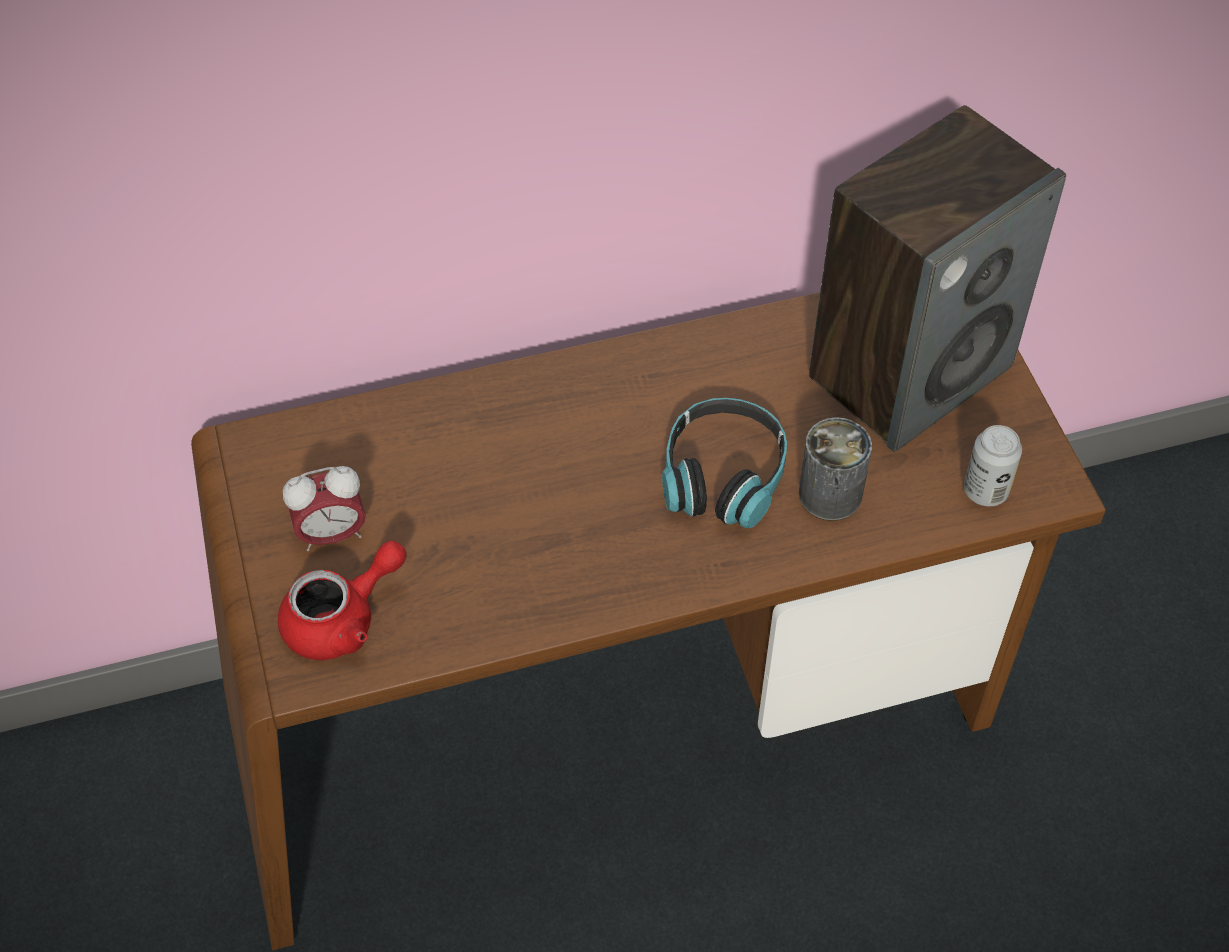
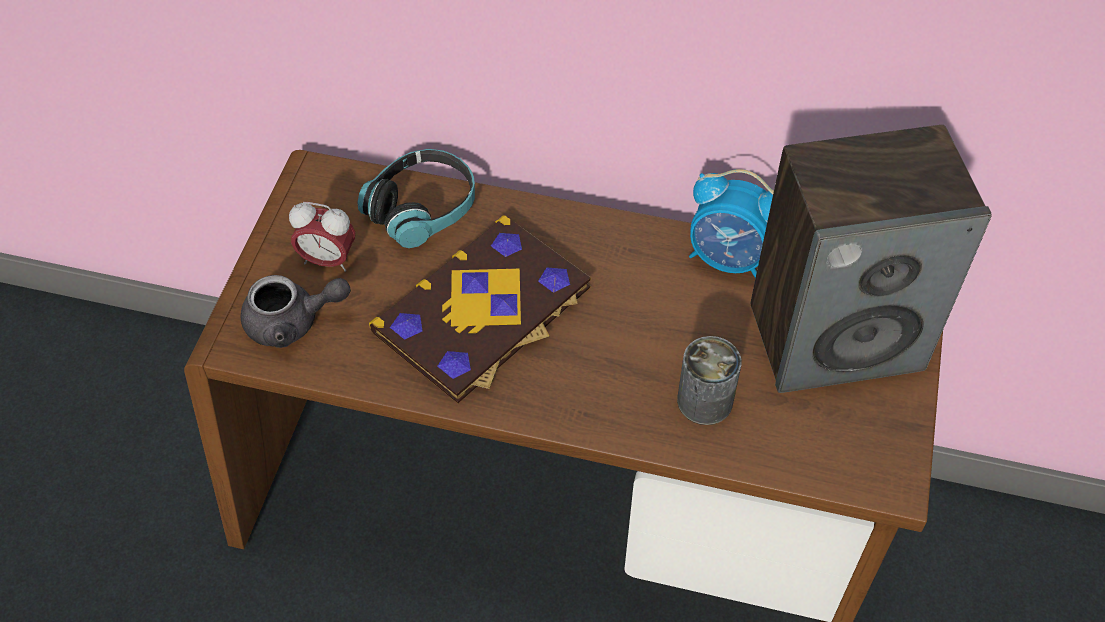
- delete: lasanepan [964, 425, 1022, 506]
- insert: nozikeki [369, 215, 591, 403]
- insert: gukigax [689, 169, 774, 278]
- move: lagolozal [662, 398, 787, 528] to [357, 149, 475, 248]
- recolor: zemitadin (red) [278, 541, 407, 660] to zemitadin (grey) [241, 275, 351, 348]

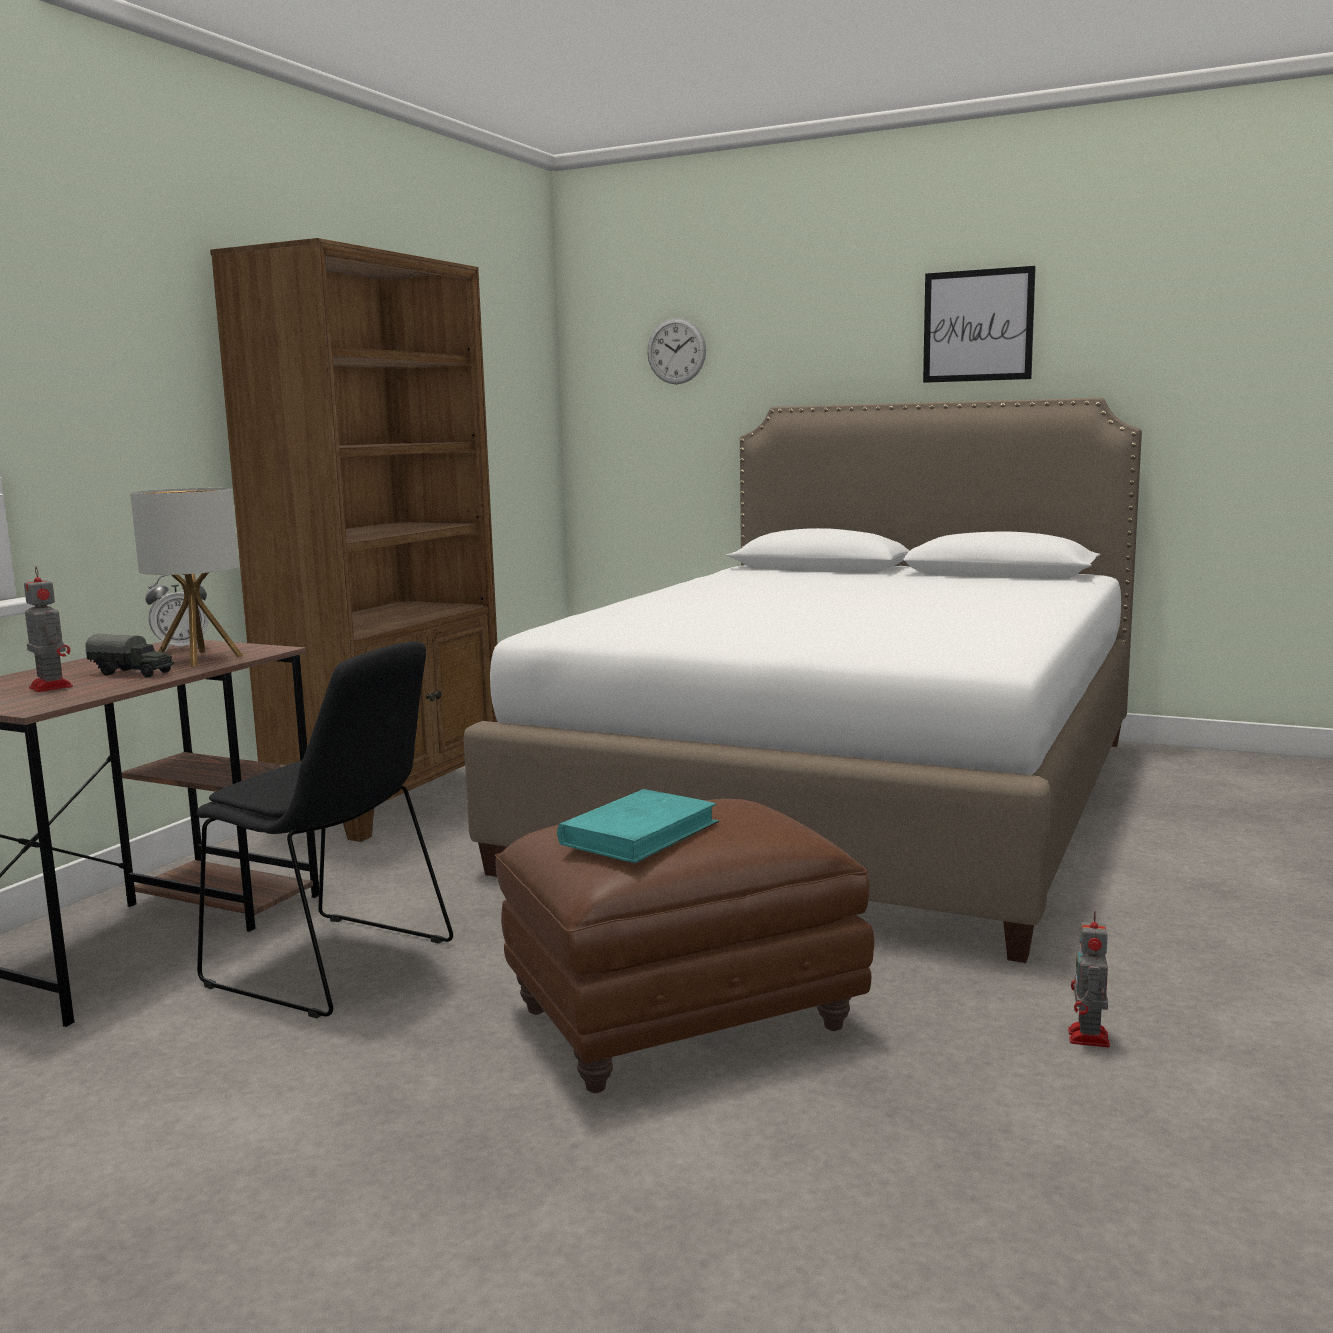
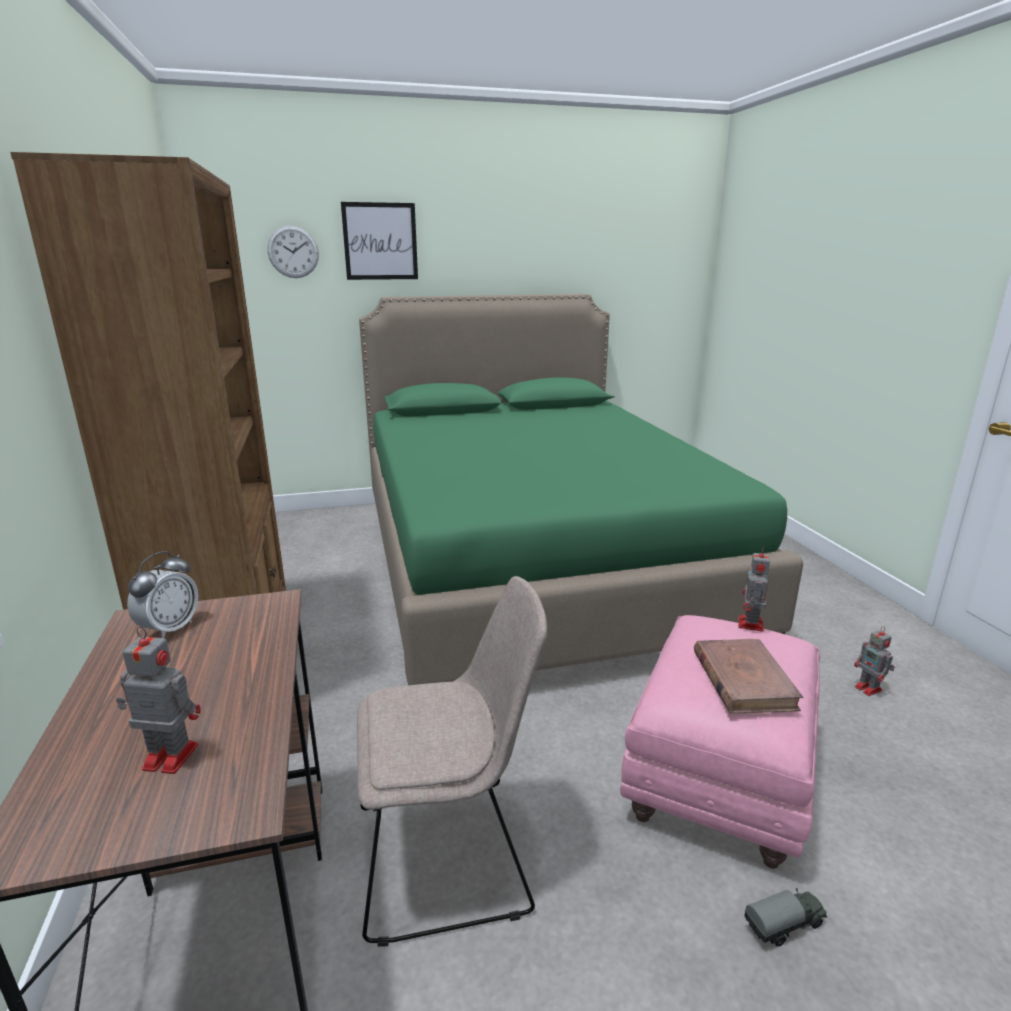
- delete: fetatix [130, 488, 243, 667]
- insert: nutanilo [738, 547, 770, 632]
- move: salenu [85, 634, 174, 678] to [744, 888, 827, 947]
- move: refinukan [923, 266, 1036, 383] to [341, 202, 418, 280]
- recolor: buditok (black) [197, 641, 453, 1018] to buditok (beige) [357, 576, 547, 947]
- recolor: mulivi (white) [464, 398, 1142, 963] to mulivi (green) [359, 294, 803, 685]
- recolor: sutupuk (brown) [495, 799, 874, 1093] to sutupuk (pink) [620, 615, 820, 869]
- recolor: nozikeki (turquoise) [557, 789, 719, 863] to nozikeki (brown) [694, 639, 803, 714]

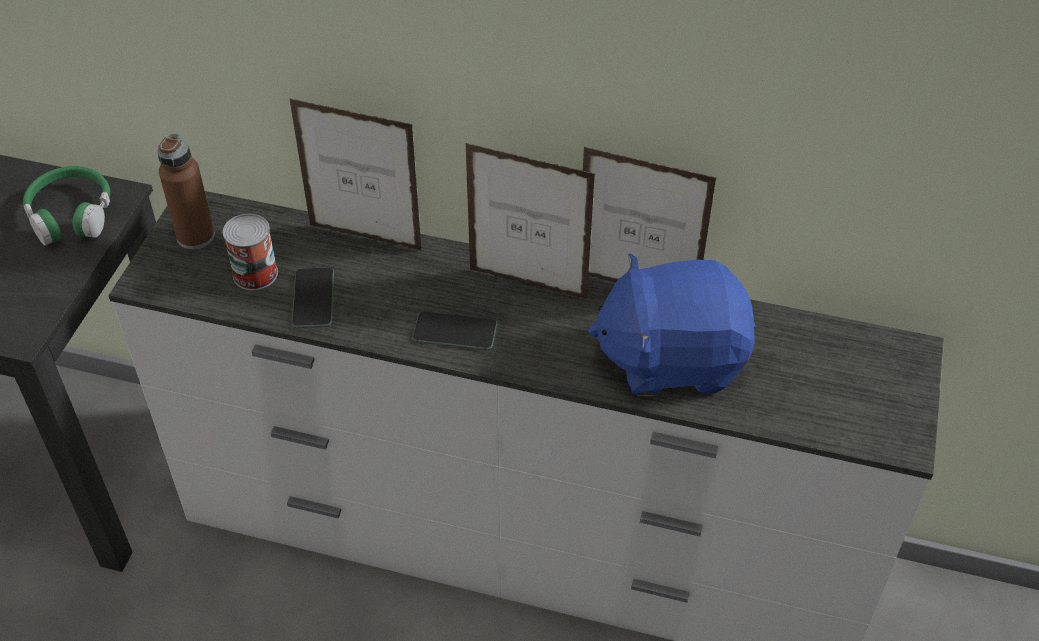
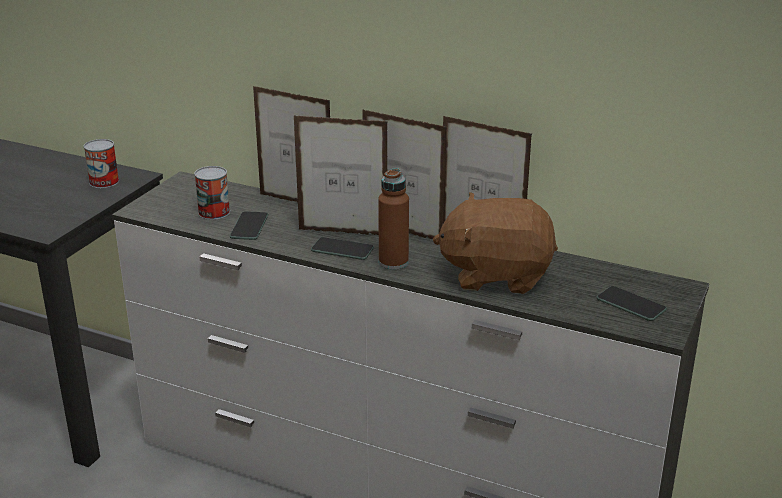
- insert: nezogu [294, 116, 388, 235]
- insert: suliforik [597, 286, 667, 321]
- move: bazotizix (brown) [157, 133, 215, 249] to [378, 168, 409, 270]
- replace: lagolozal (green) [23, 166, 111, 246] to lasanepan [84, 139, 119, 188]
- recolor: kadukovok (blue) [588, 253, 755, 396] to kadukovok (brown) [433, 192, 558, 294]

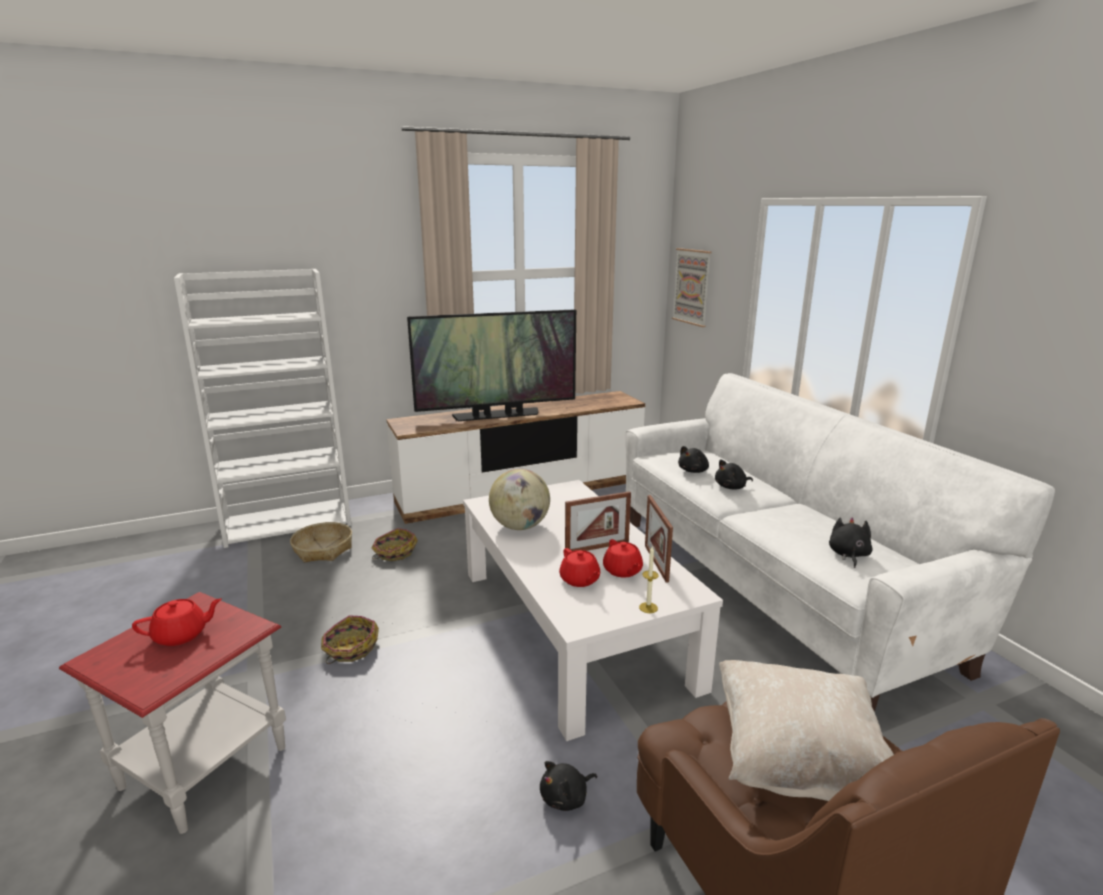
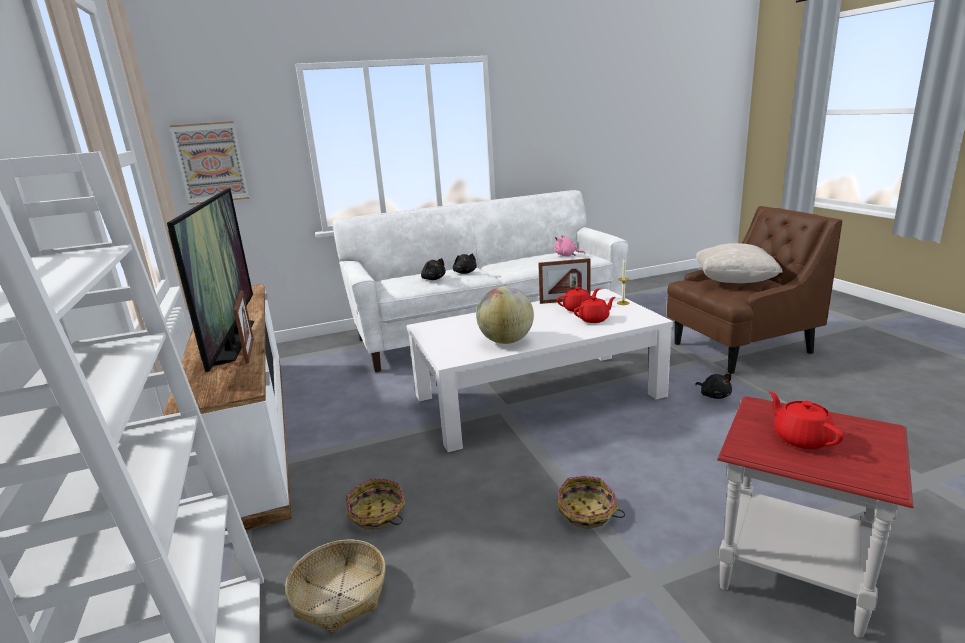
- move: nezogu [565, 491, 631, 551] to [233, 290, 254, 364]
- recolor: kadukovok (black) [829, 517, 873, 568] to kadukovok (pink) [554, 235, 585, 256]

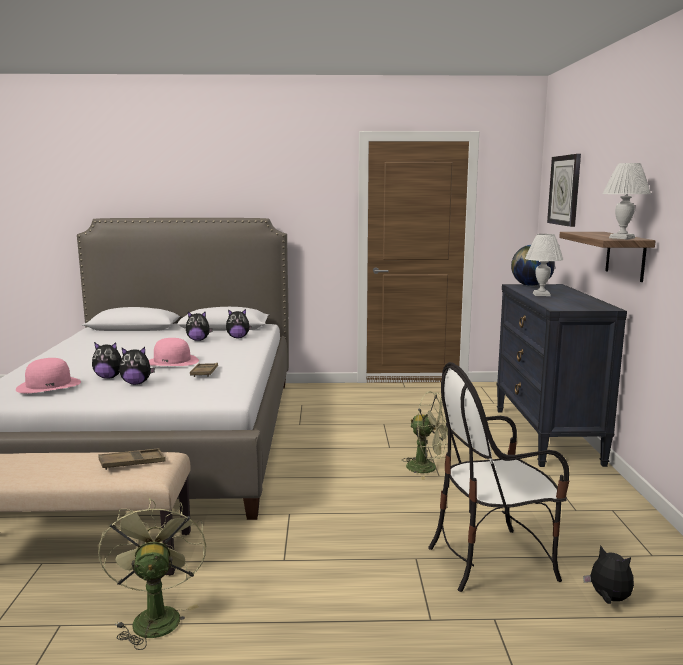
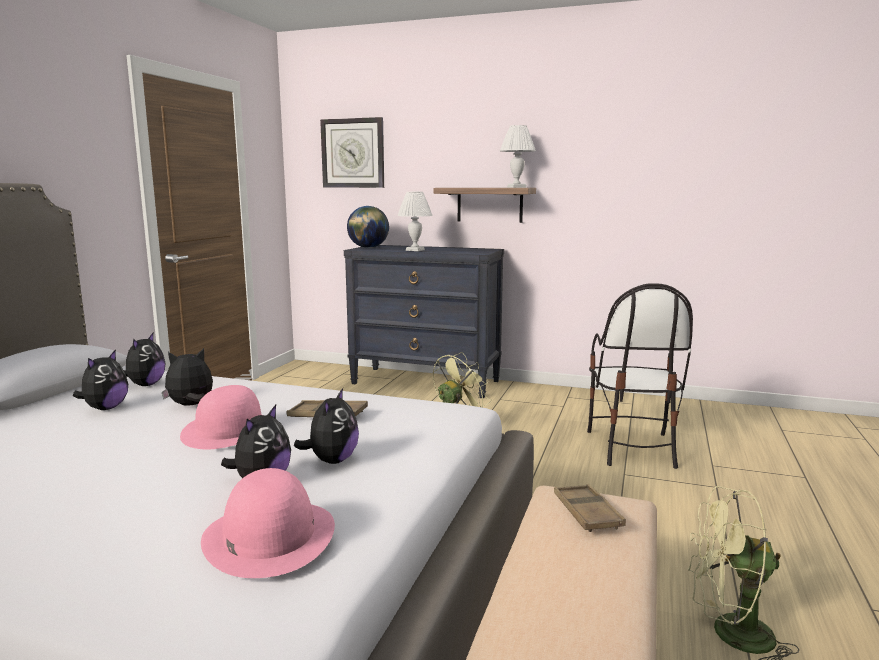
- move: kadukovok [583, 545, 634, 604] to [162, 348, 213, 406]

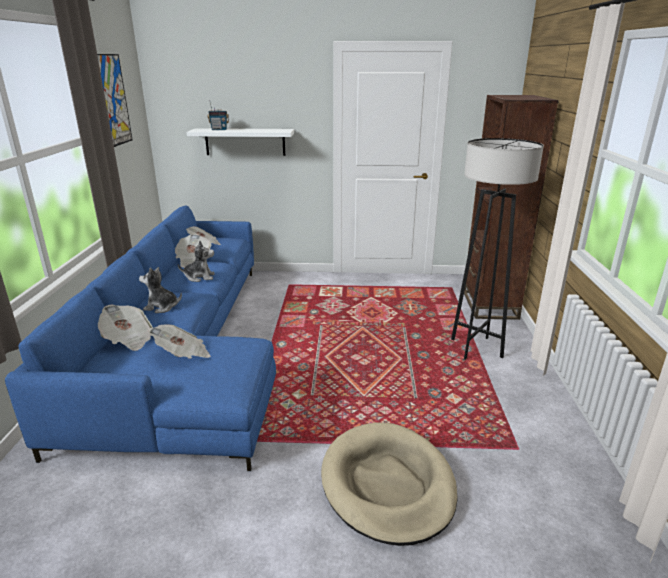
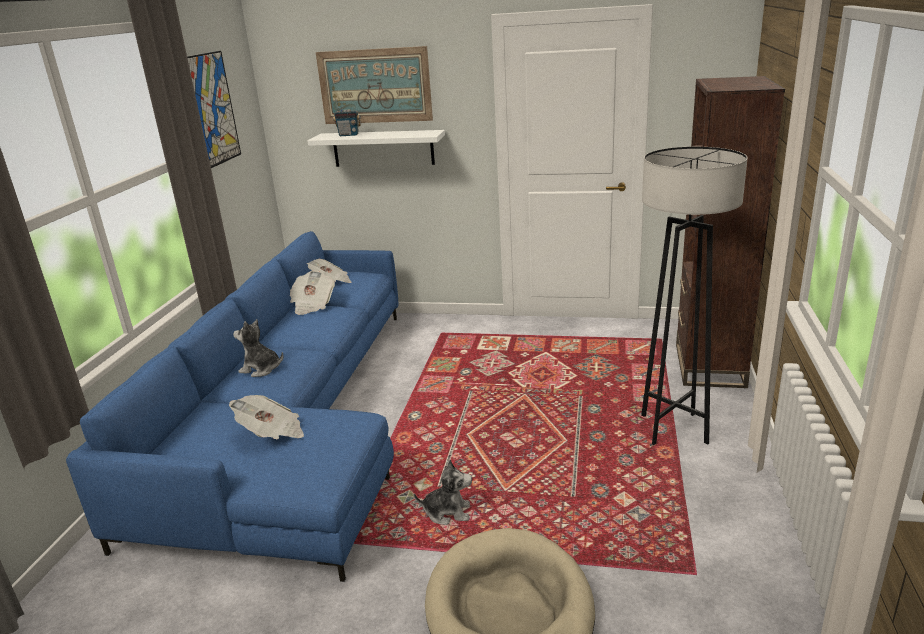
- delete: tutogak [98, 304, 153, 351]
- insert: refinukan [316, 46, 433, 124]
- move: kadukovok [178, 240, 215, 282] to [414, 460, 472, 525]

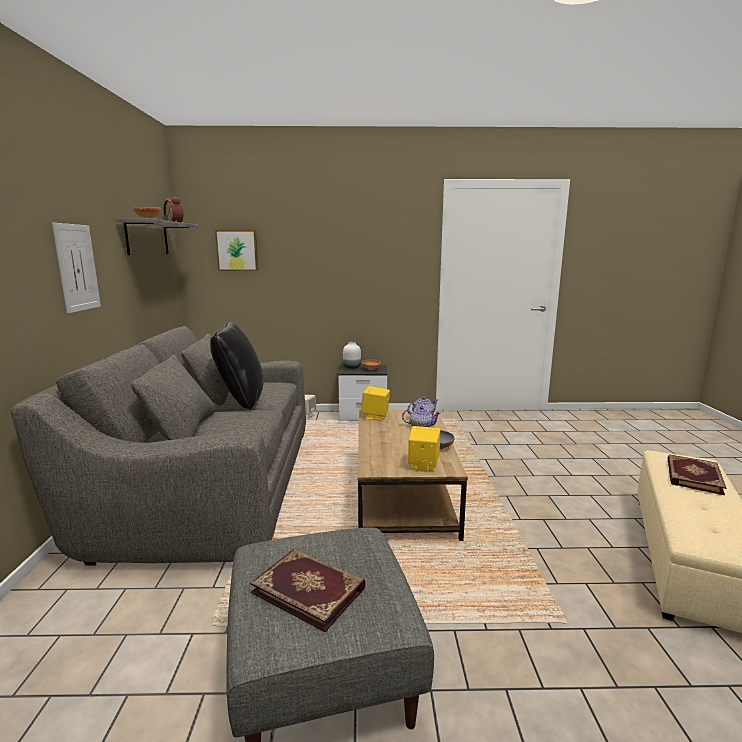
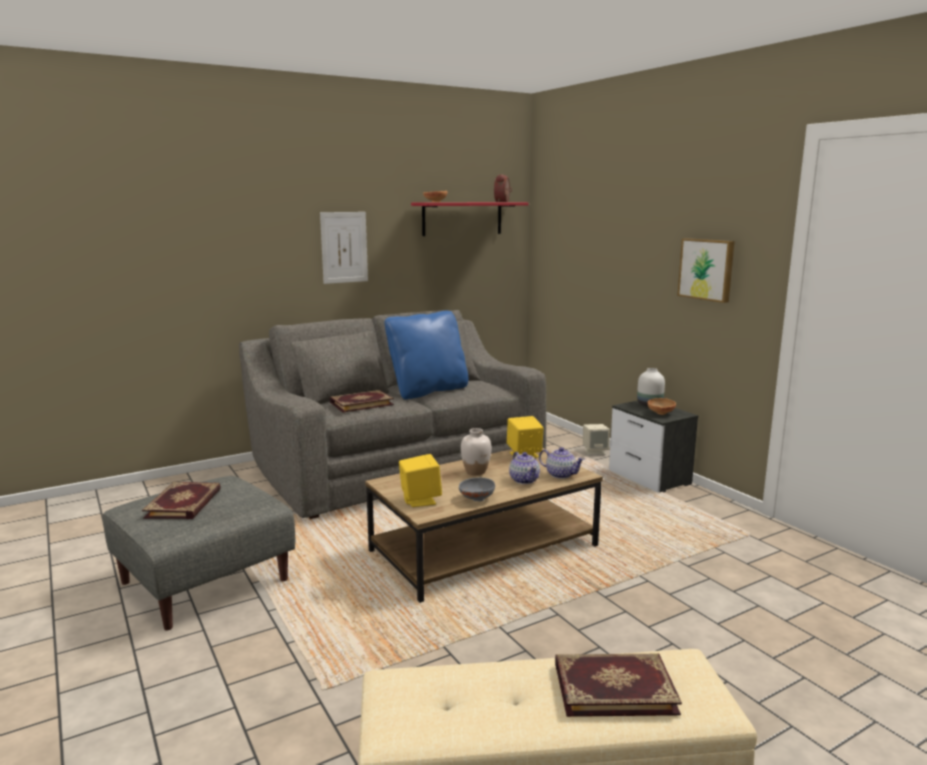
- insert: nozikeki [330, 390, 394, 412]
- insert: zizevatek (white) [461, 428, 491, 475]
- move: refinukan [215, 230, 258, 271] to [677, 238, 735, 303]
- recolor: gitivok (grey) [117, 218, 198, 255] to gitivok (red) [411, 202, 529, 236]
- recolor: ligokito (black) [210, 322, 264, 410] to ligokito (blue) [385, 311, 468, 400]

